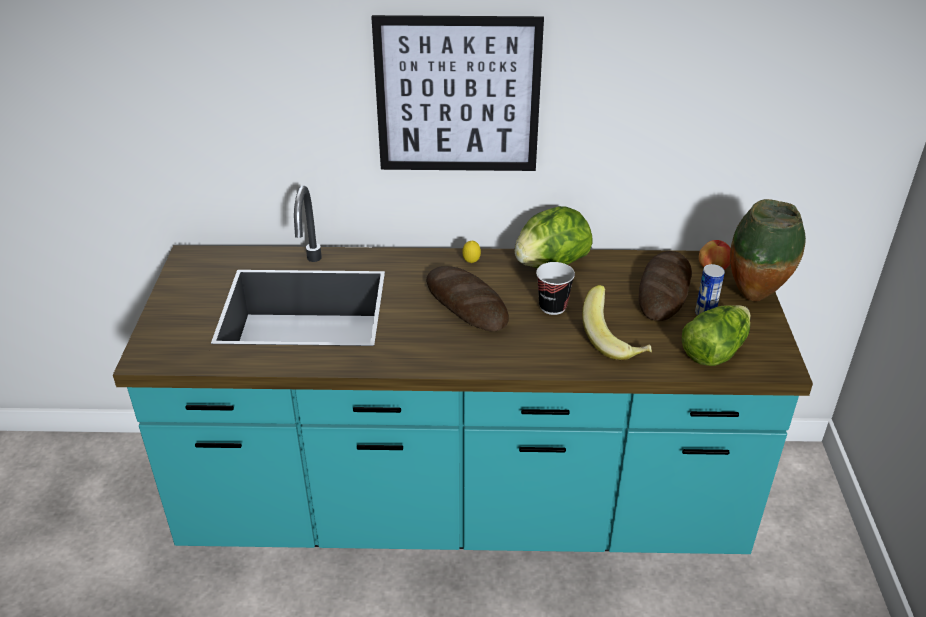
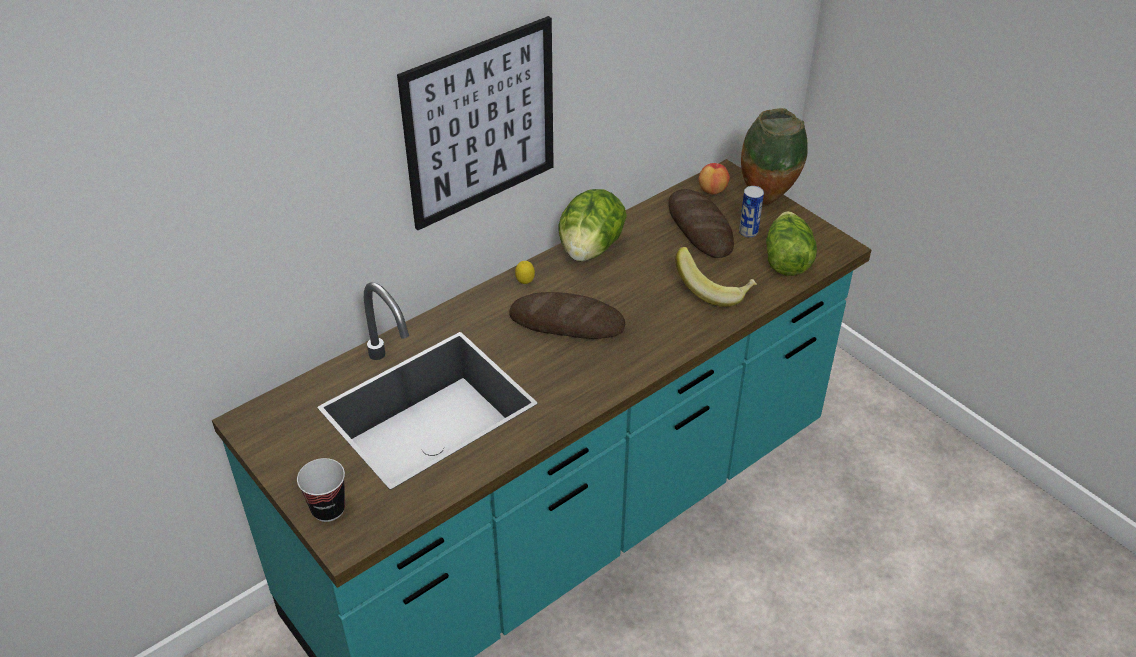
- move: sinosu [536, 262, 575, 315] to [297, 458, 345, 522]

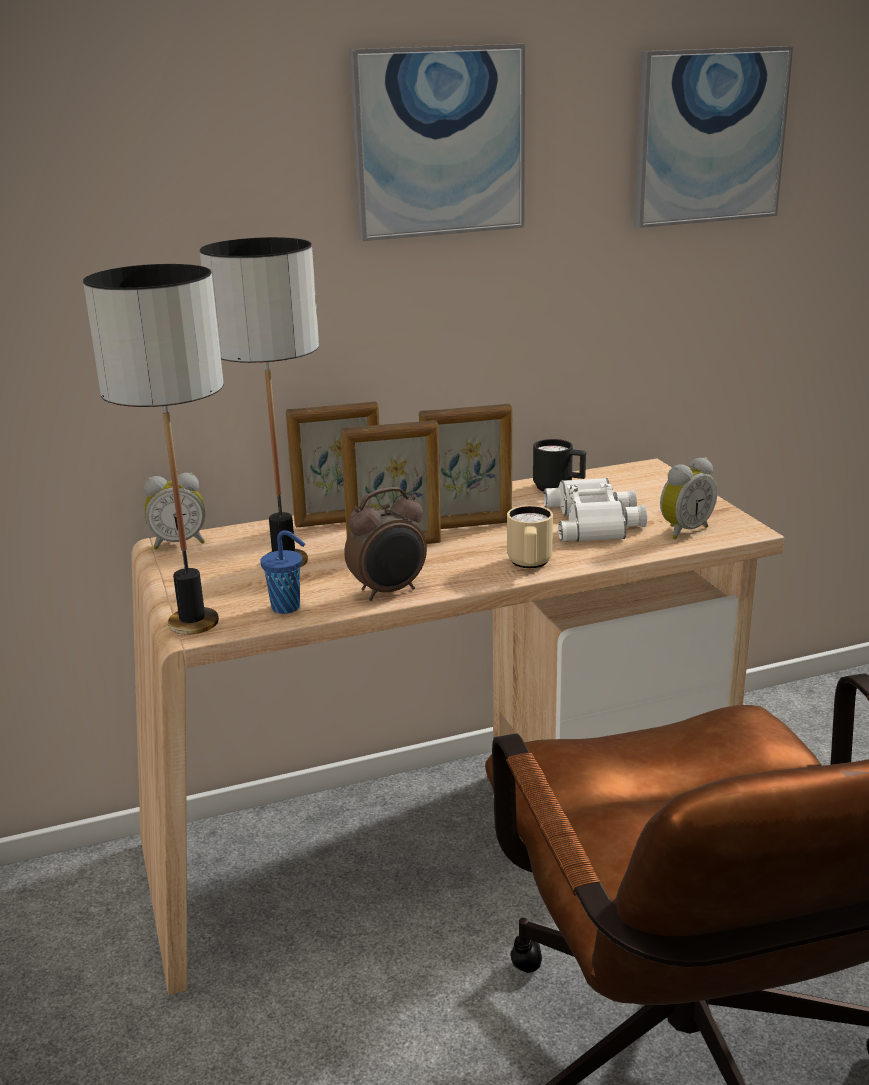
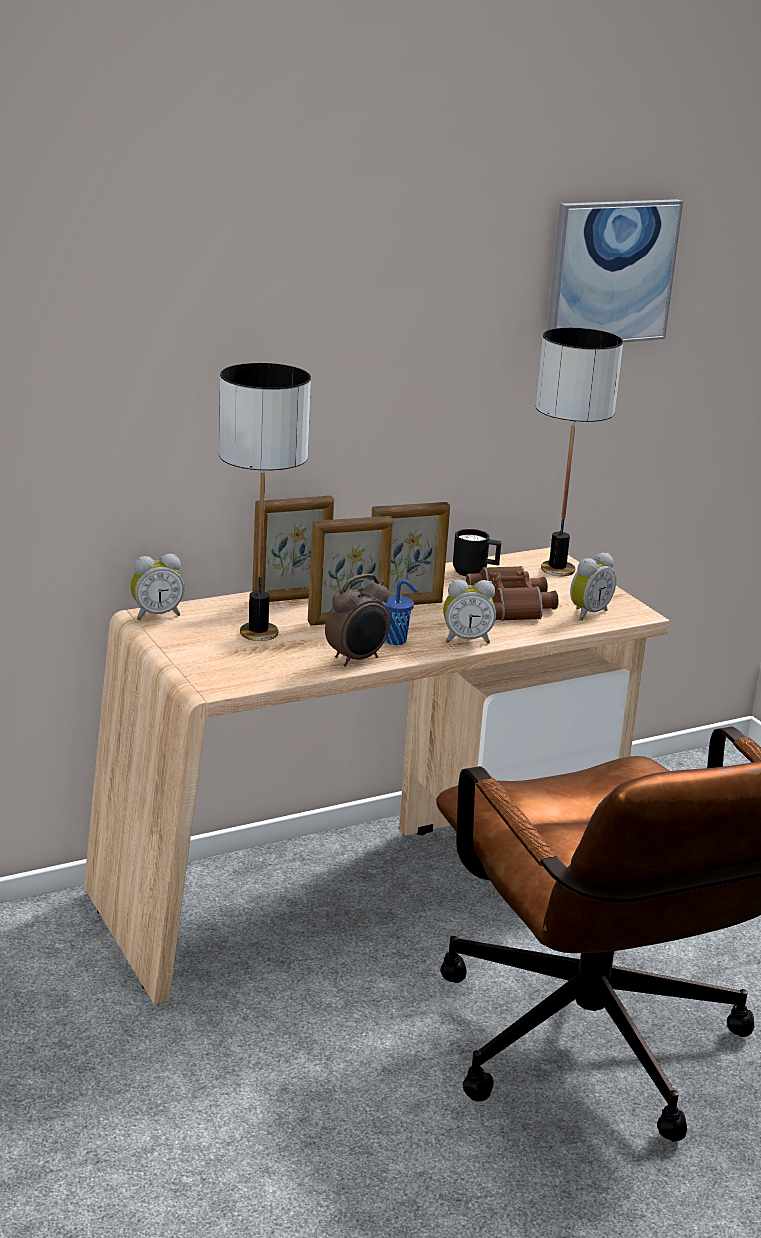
- delete: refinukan [349, 44, 525, 241]
- move: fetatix [83, 264, 224, 635] to [536, 328, 623, 576]
- move: sinosu (blue) [260, 530, 305, 614] to [382, 580, 418, 645]
- replace: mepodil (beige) [507, 505, 553, 569] to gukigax [443, 580, 496, 644]
- recolor: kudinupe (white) [543, 478, 647, 542] to kudinupe (brown) [466, 566, 558, 621]

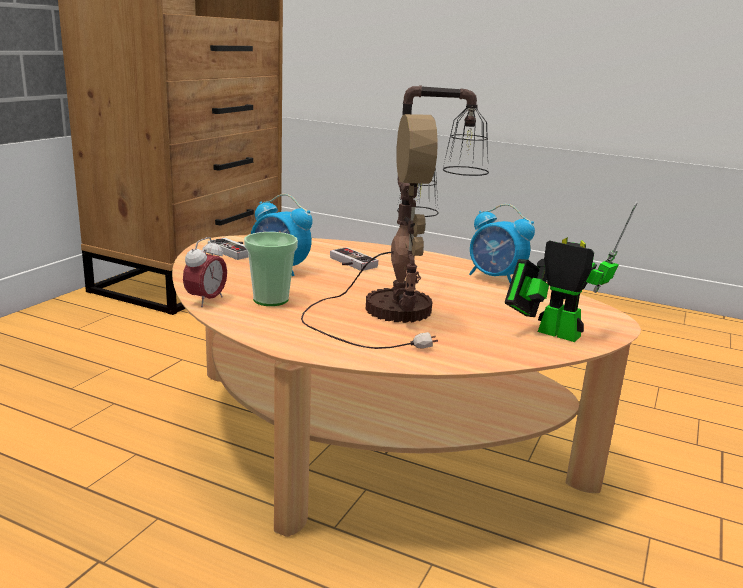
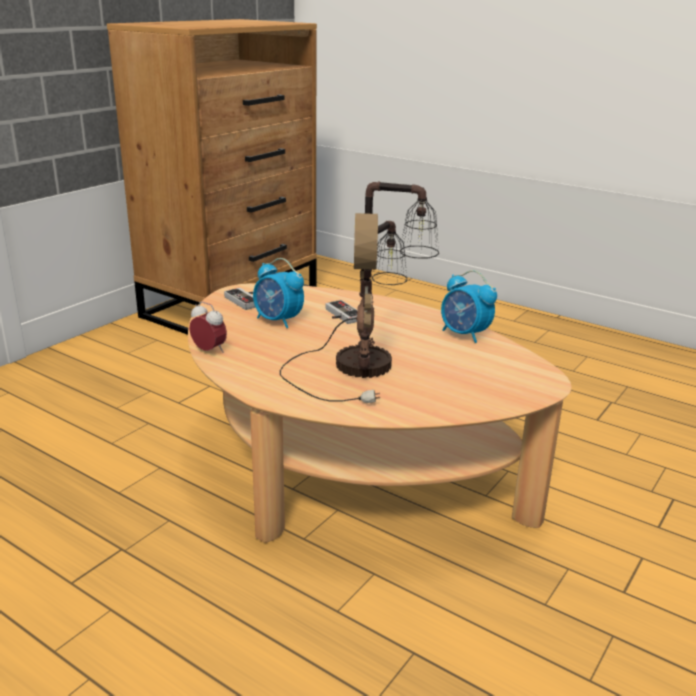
- delete: sinosu [244, 232, 298, 306]
- delete: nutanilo [505, 201, 638, 342]
- rotate: gukigax [183, 237, 227, 307] = [189, 301, 227, 353] 90 degrees counterclockwise

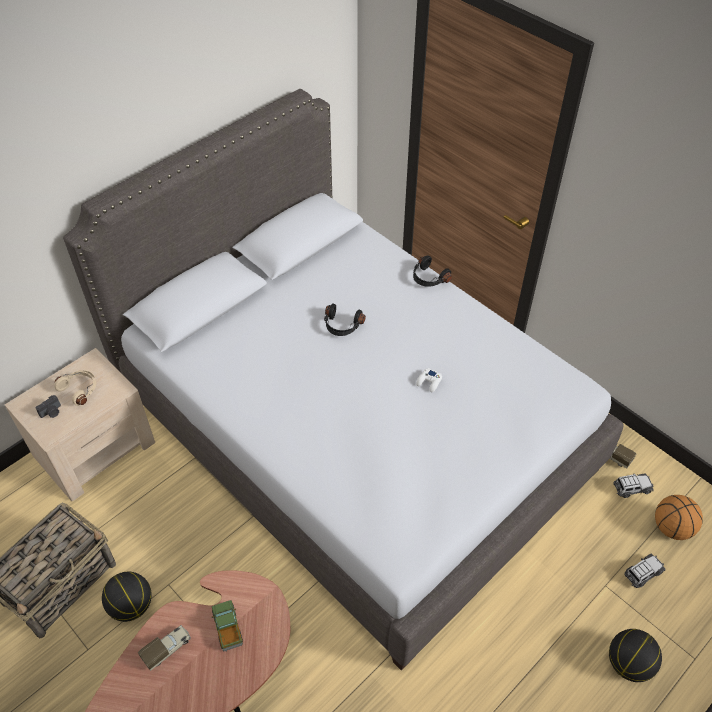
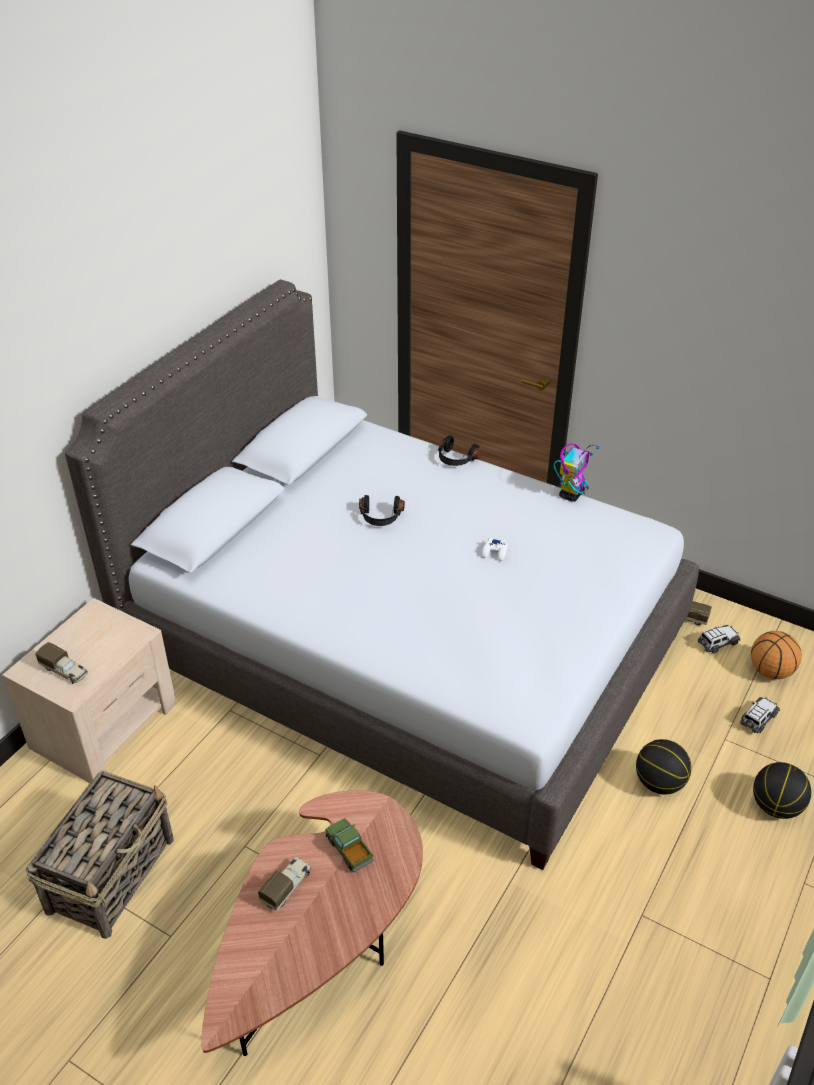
- delete: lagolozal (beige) [54, 370, 96, 406]
- insert: nutanilo [554, 443, 599, 502]
- move: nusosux [102, 571, 152, 622] to [636, 739, 691, 794]
- replace: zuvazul [35, 395, 61, 418] to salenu [35, 642, 88, 684]

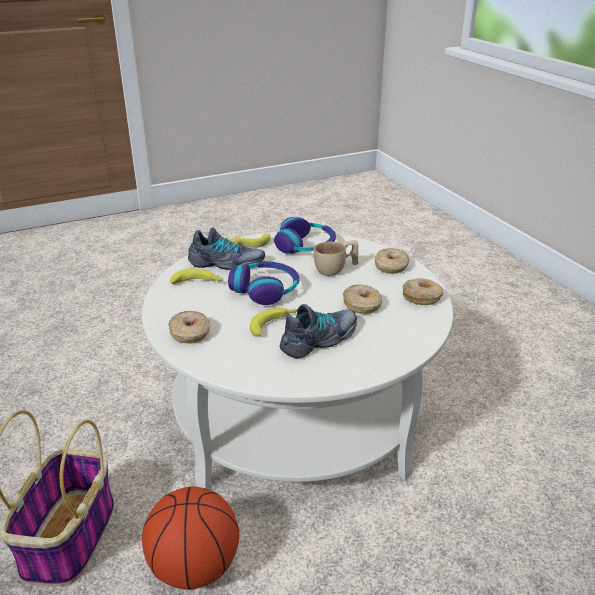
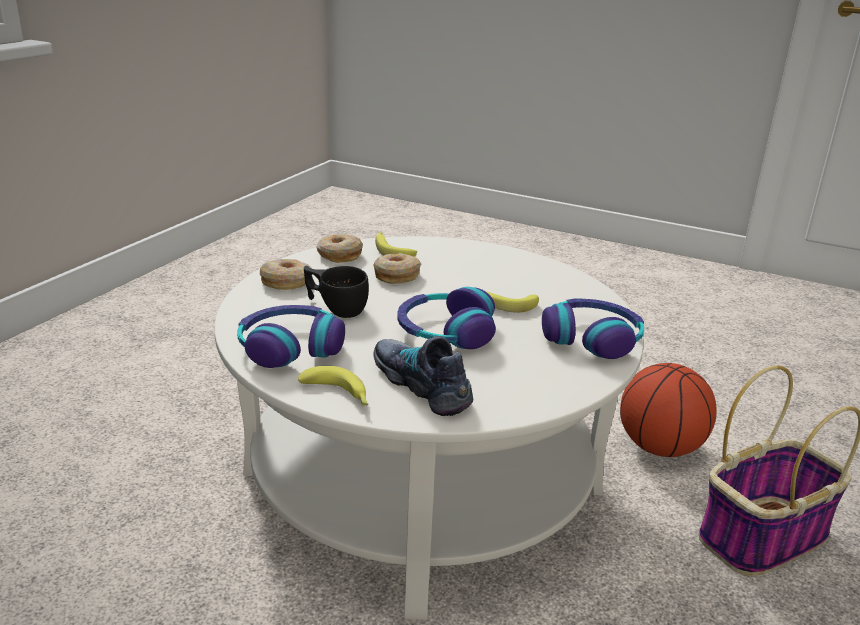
- delete: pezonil [280, 304, 357, 359]
- move: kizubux [170, 269, 222, 284] to [375, 232, 417, 257]
- replace: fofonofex [168, 311, 210, 344] to lagolozal [542, 298, 644, 359]
- recolor: sinosu (beige) [314, 240, 358, 276] to sinosu (black) [304, 266, 369, 318]

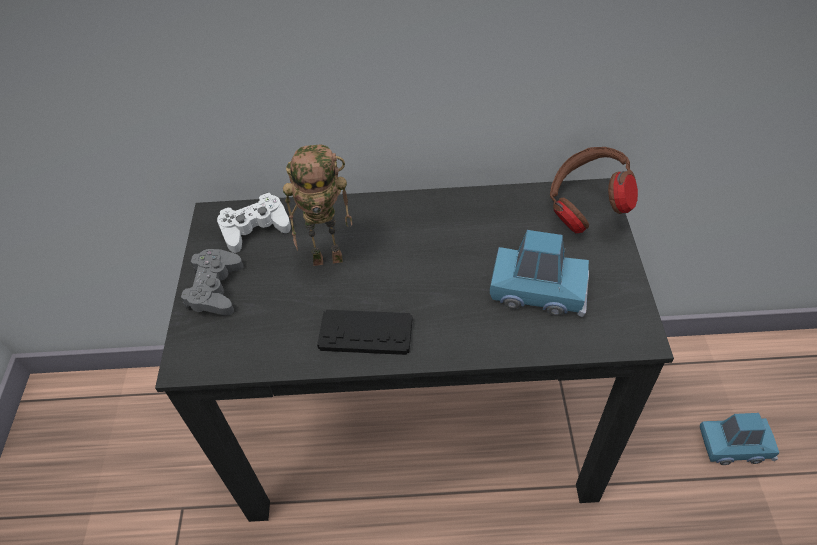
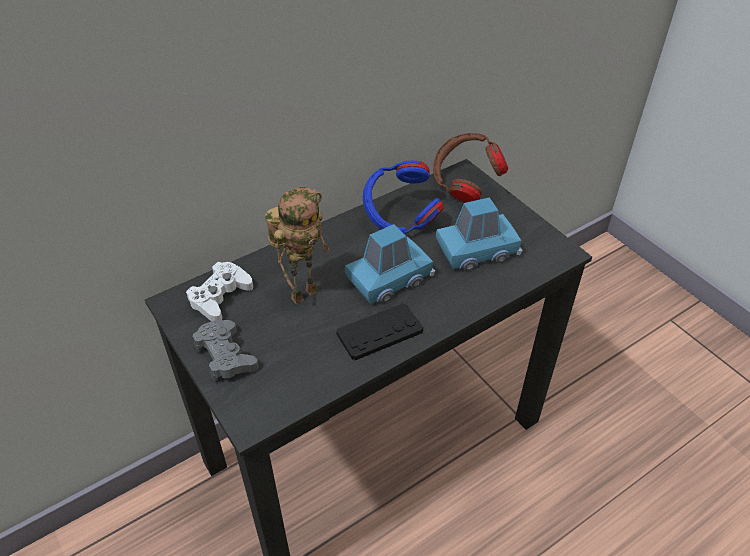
- insert: lagolozal (blue) [363, 160, 444, 234]
- move: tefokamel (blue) [700, 413, 779, 465] to [345, 224, 435, 304]

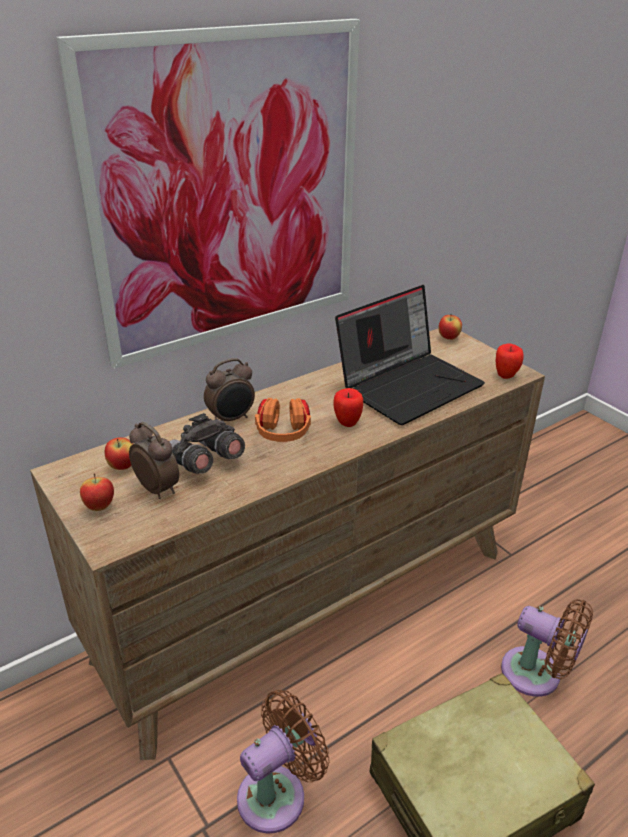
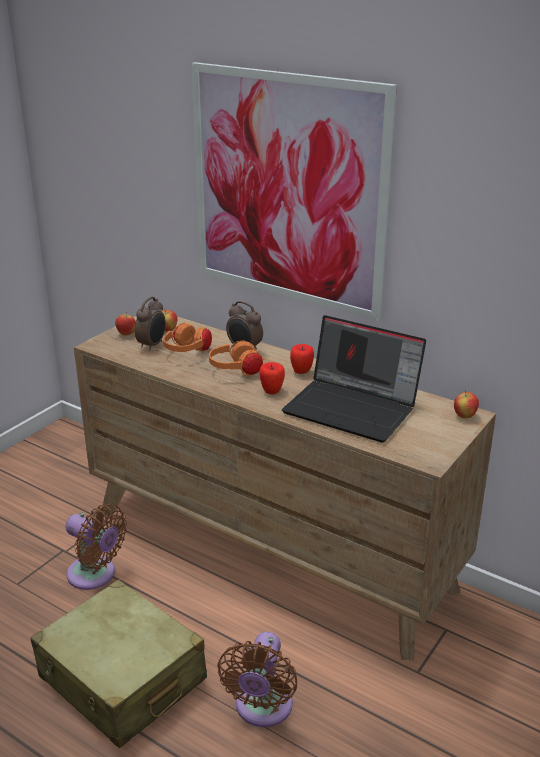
- move: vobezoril [496, 344, 524, 379] to [290, 344, 314, 374]
- replace: kudinupe (grey) [169, 413, 245, 474] to lagolozal (orange) [163, 323, 212, 353]

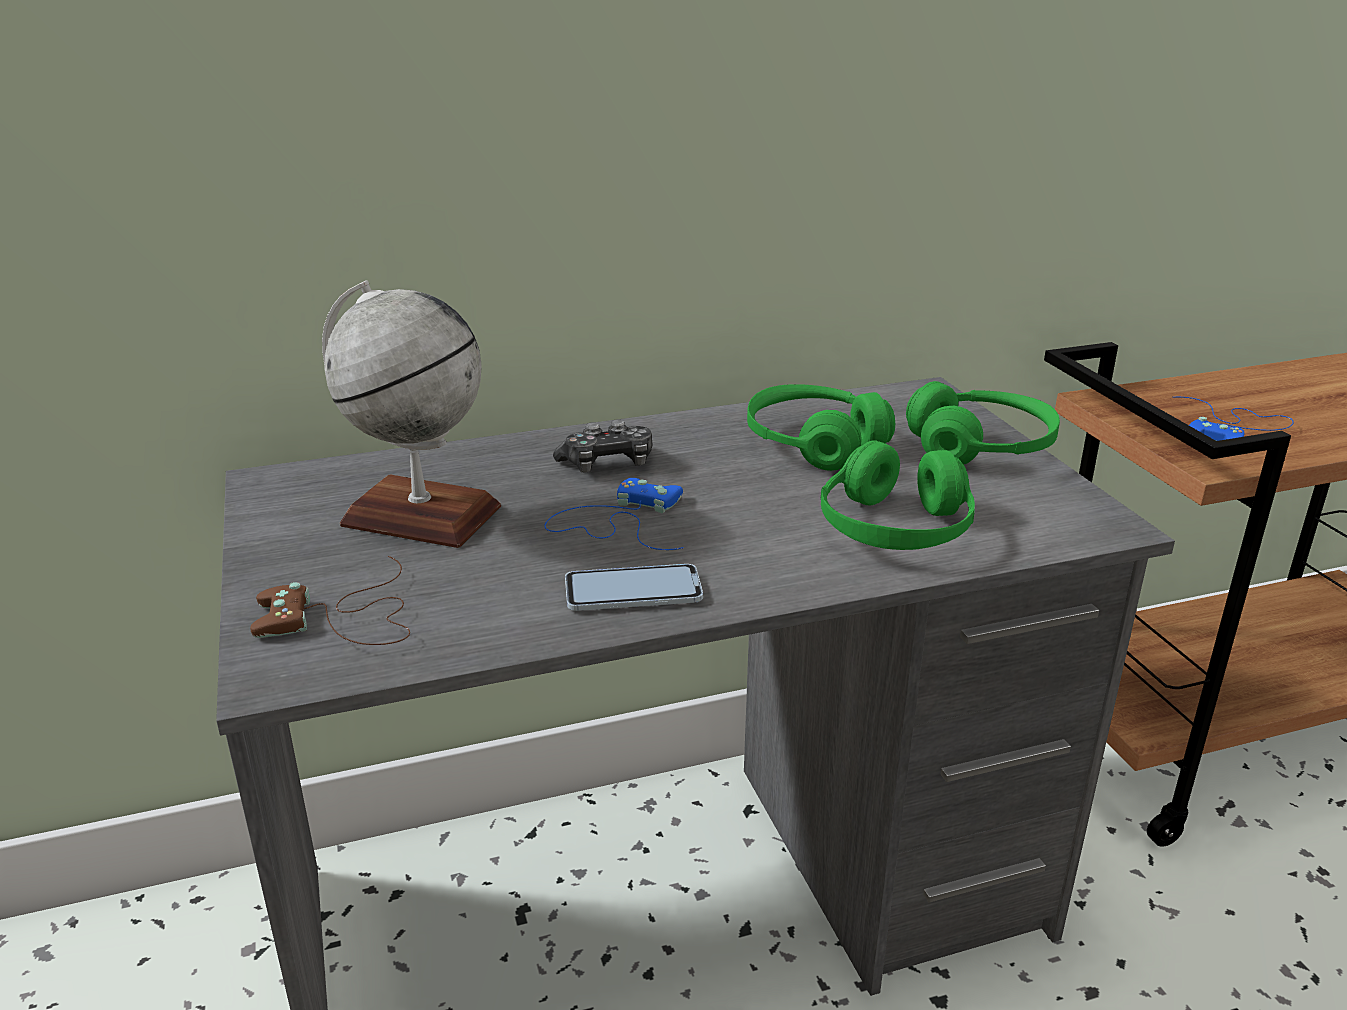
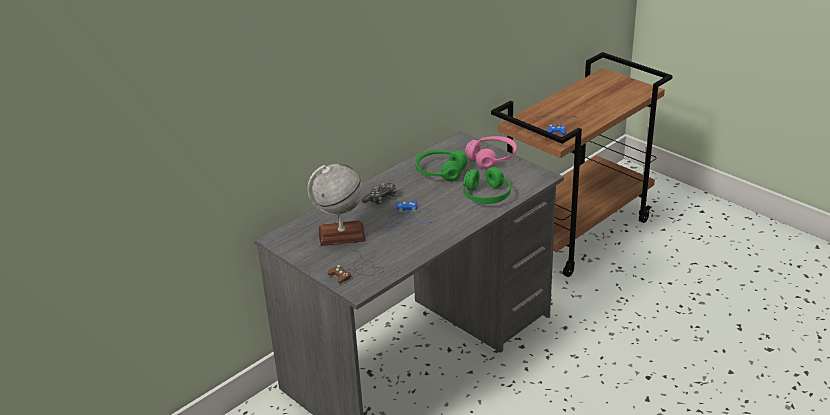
- delete: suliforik [565, 564, 703, 611]
- recolor: lagolozal (green) [906, 381, 1060, 464] to lagolozal (pink) [465, 136, 517, 169]

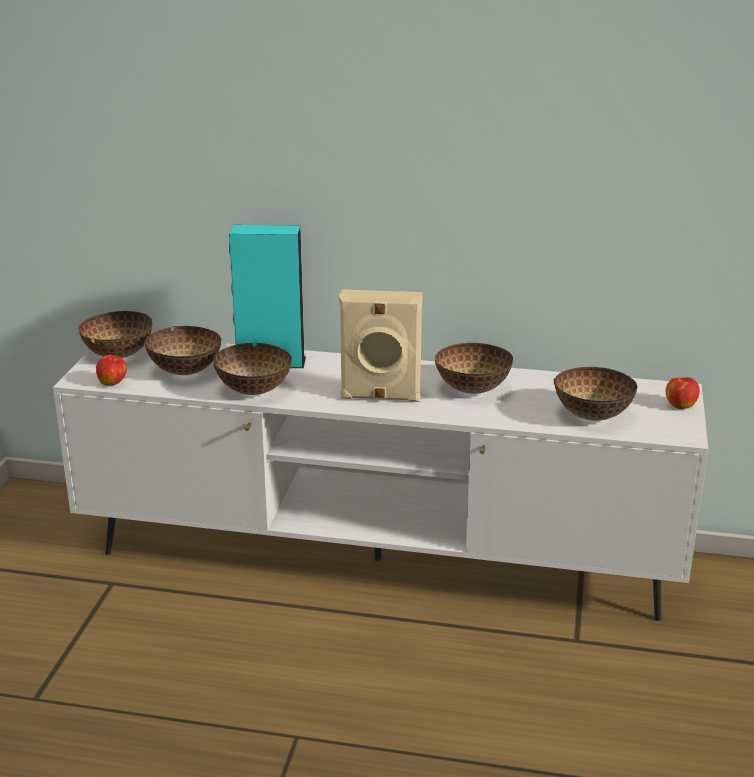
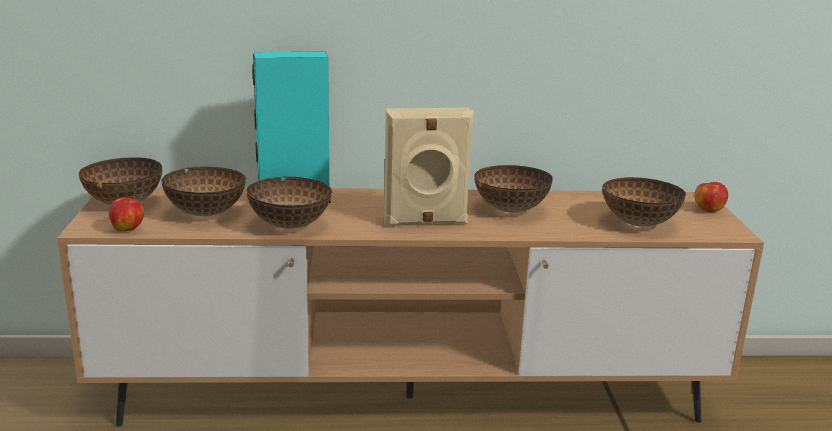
- recolor: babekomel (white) [53, 343, 708, 621] to babekomel (brown) [57, 186, 764, 427]

